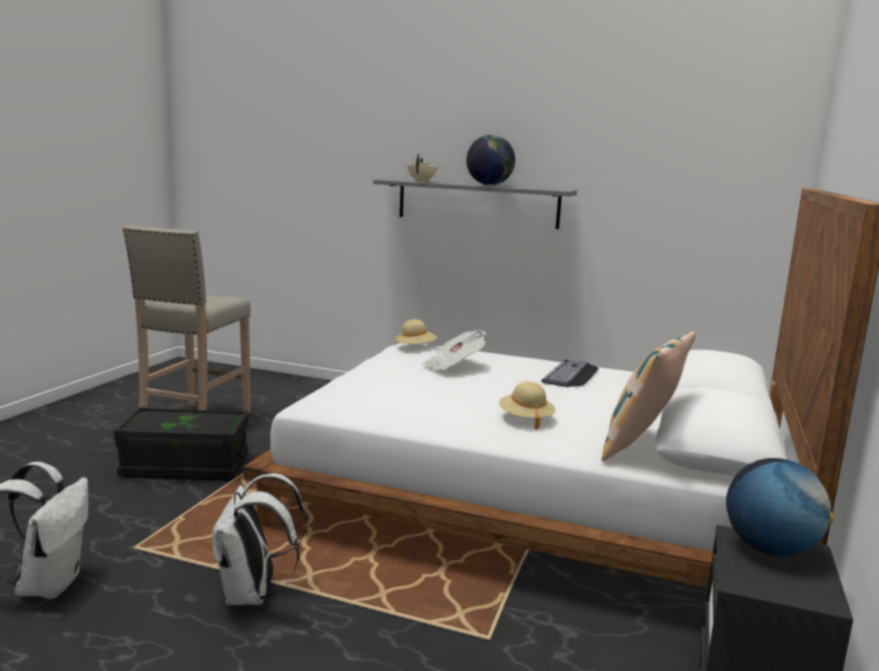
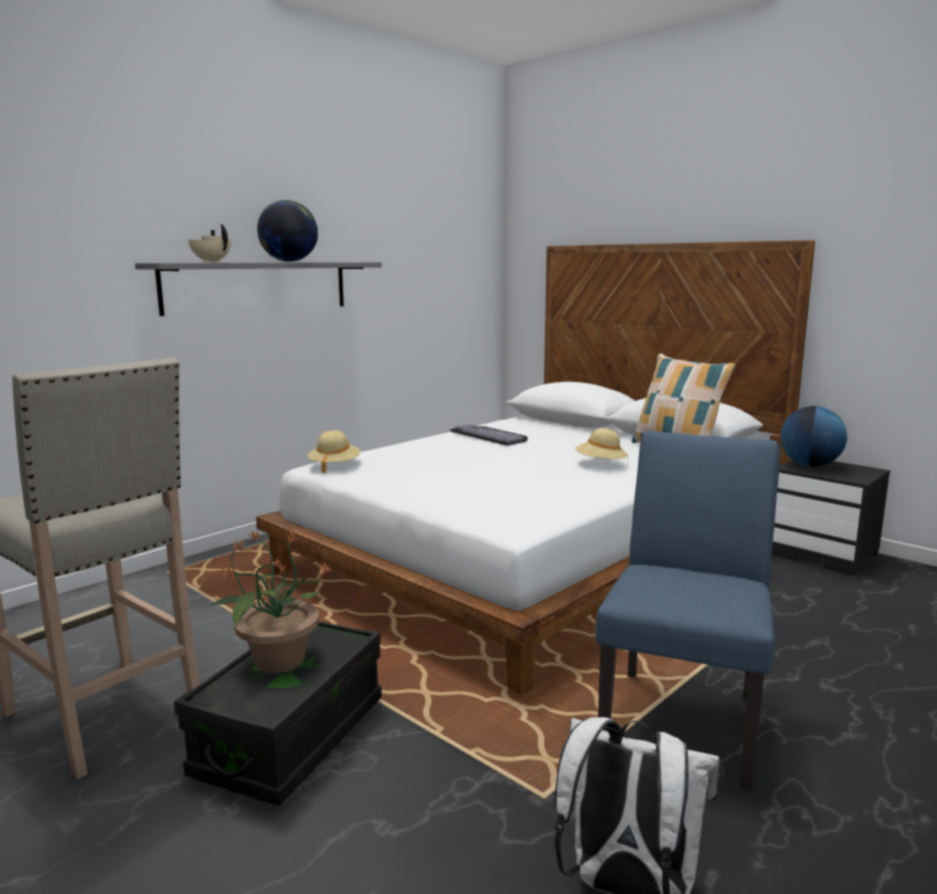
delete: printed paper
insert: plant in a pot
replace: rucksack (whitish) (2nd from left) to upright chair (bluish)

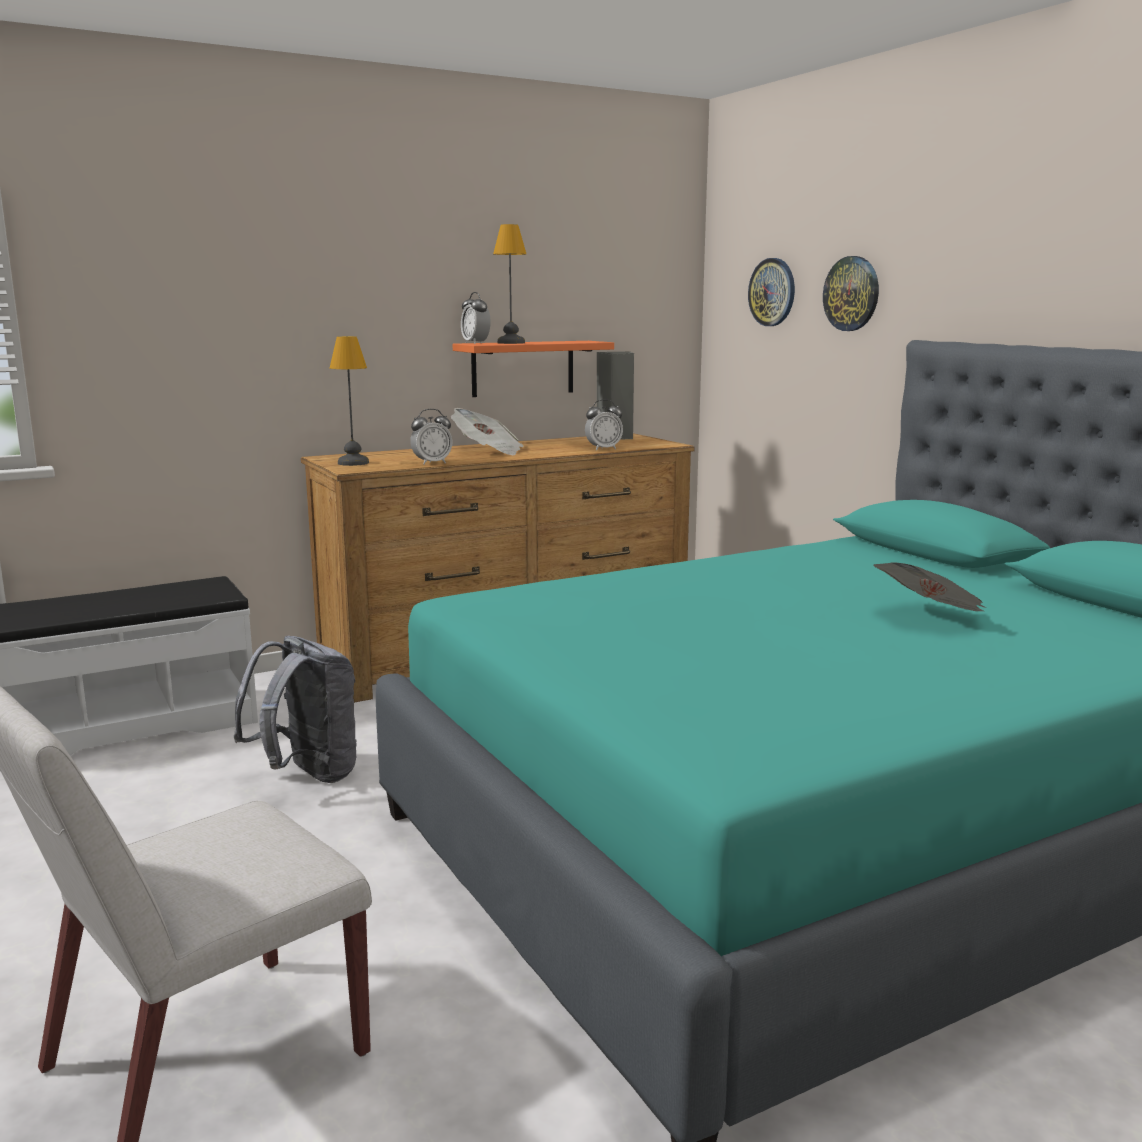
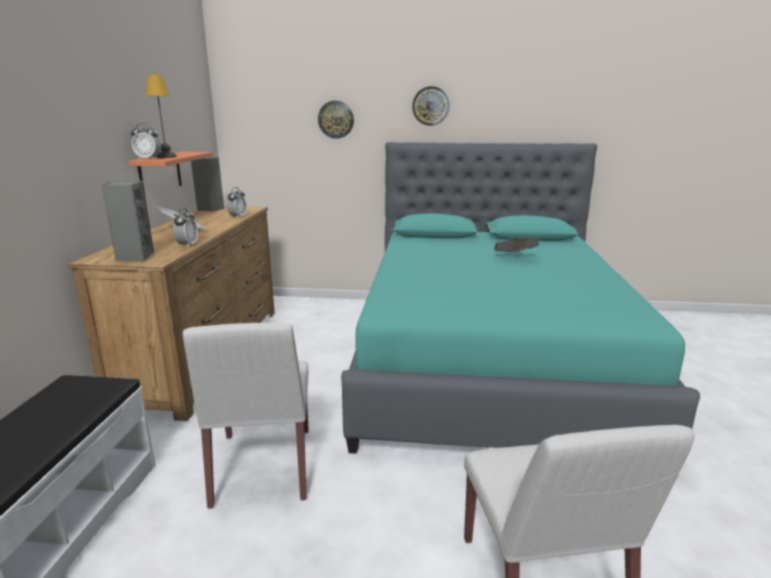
move: wall clock (1st from left in the first image) to wall clock (2nd from left)
replace: table lamp (1st from left) to loudspeaker (greyish) (1st from left); rucksack (greyish) to upright chair (whitish) (1st from left)

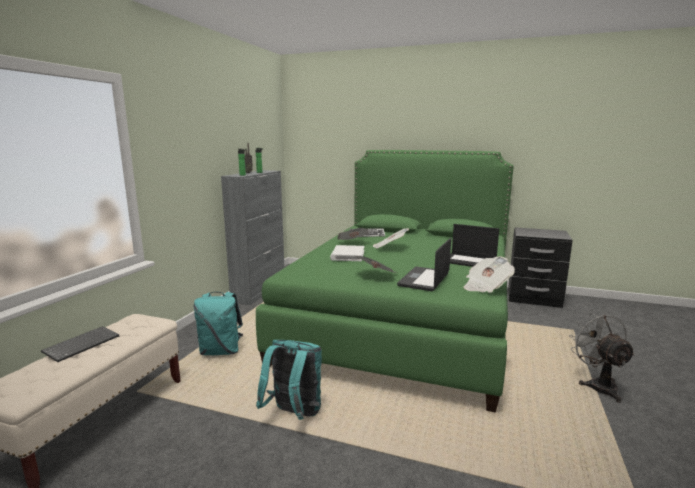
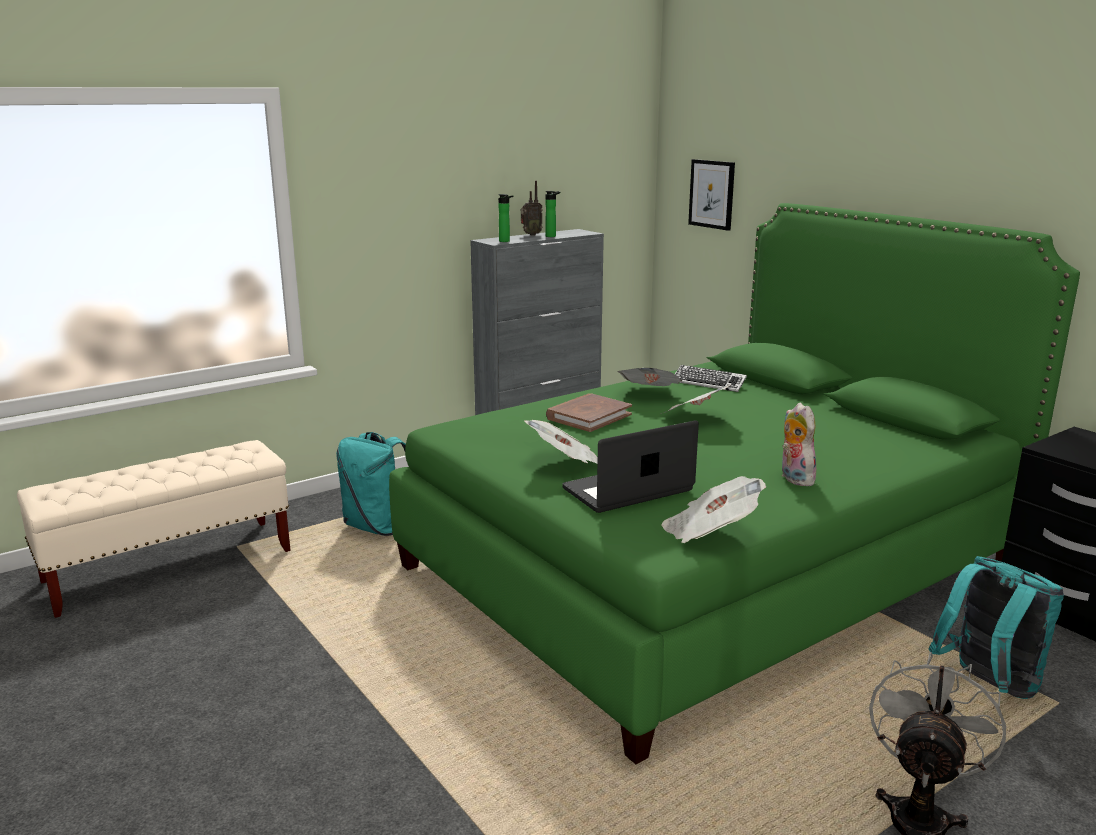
delete: PC keyboard (1st from left)
insert: wall art
move: rucksack (turquoise-coloured) (2nd from left)
replace: laptop (2nd from left) to plush toy
recolor: volume (whitish) to volume (brownish)

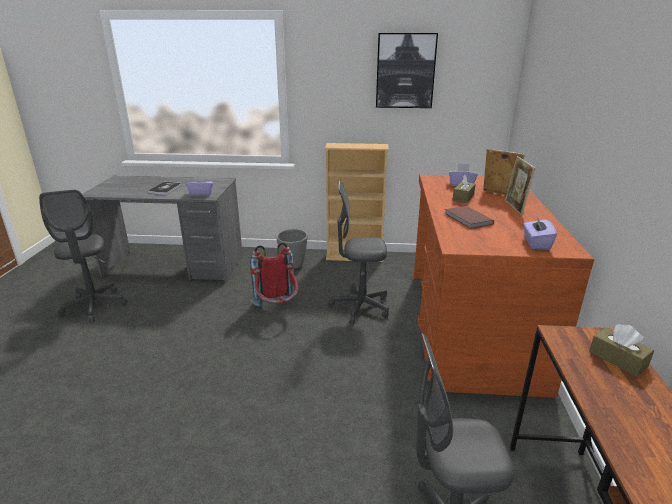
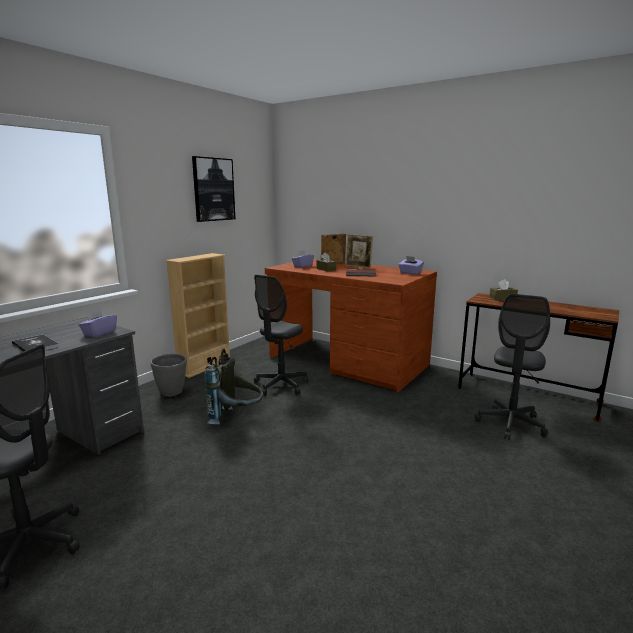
recolor: rucksack (red) to rucksack (greyish)

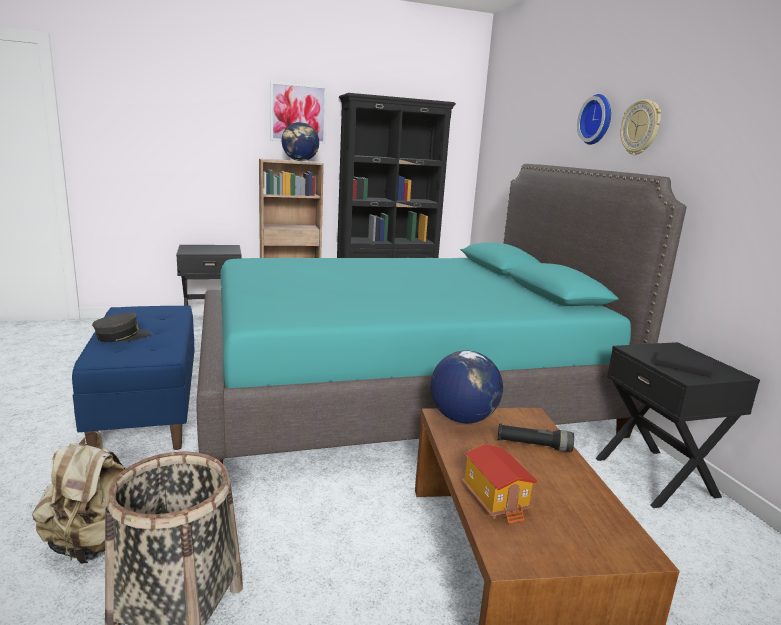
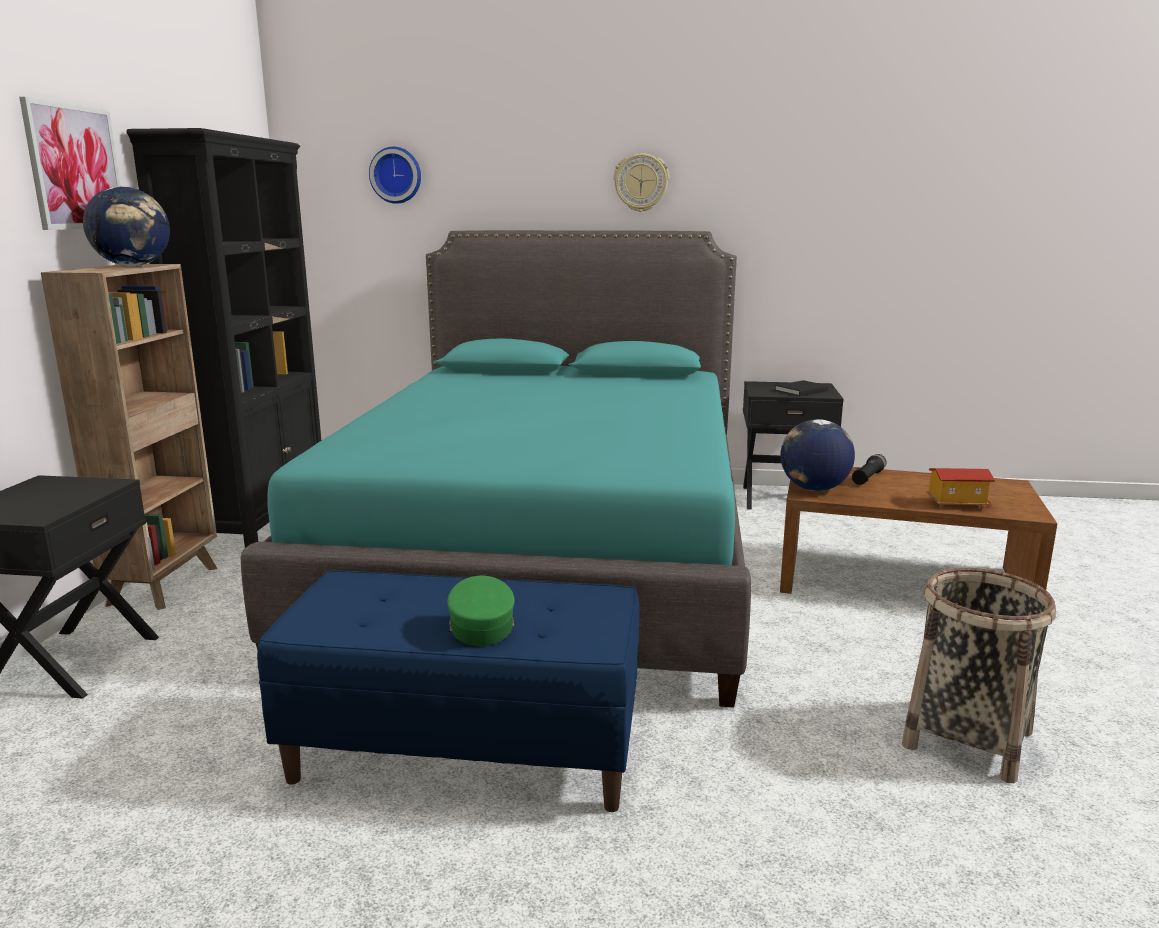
delete: rucksack (beige-coloured)
move: wall clock (1st from left)
recolor: baseball cap (greyish) to baseball cap (green)

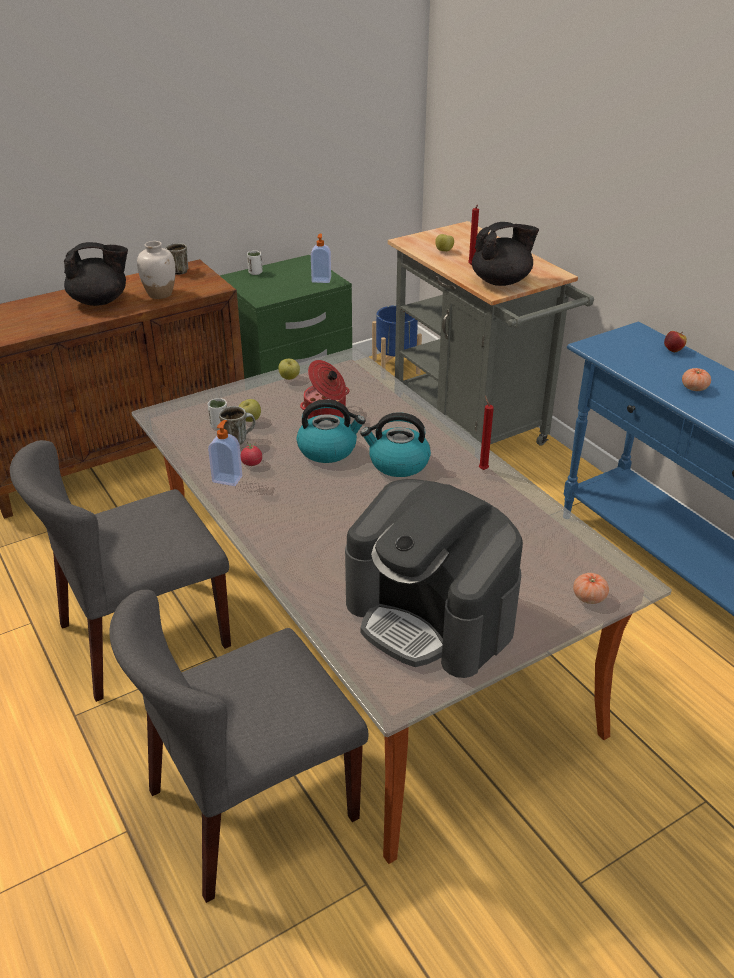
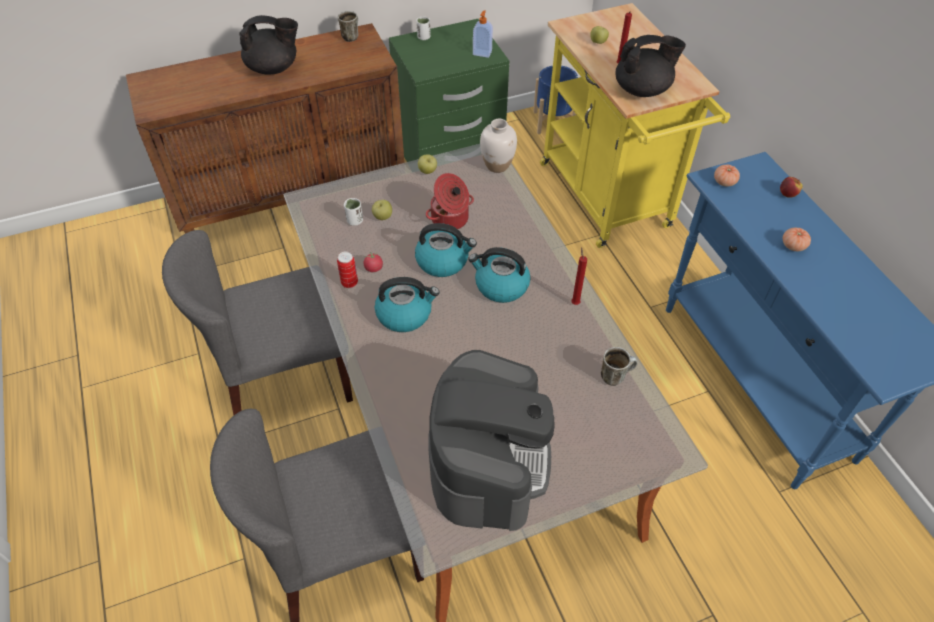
insert: tea kettle (1st from left)
move: vase (whitish); mug (2nd from left); whole tomato (2nd from left)
replace: soap dispenser (1st from left) to metal can
recolor: cart (greyish) to cart (yellow)
rotate: coffee maker 135 degrees counterclockwise

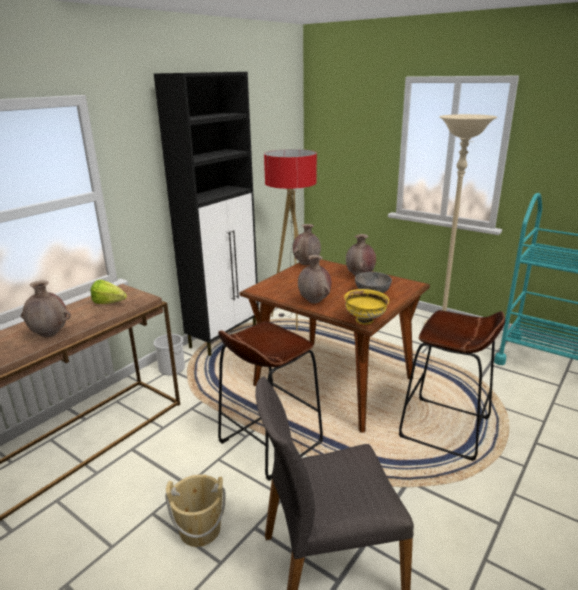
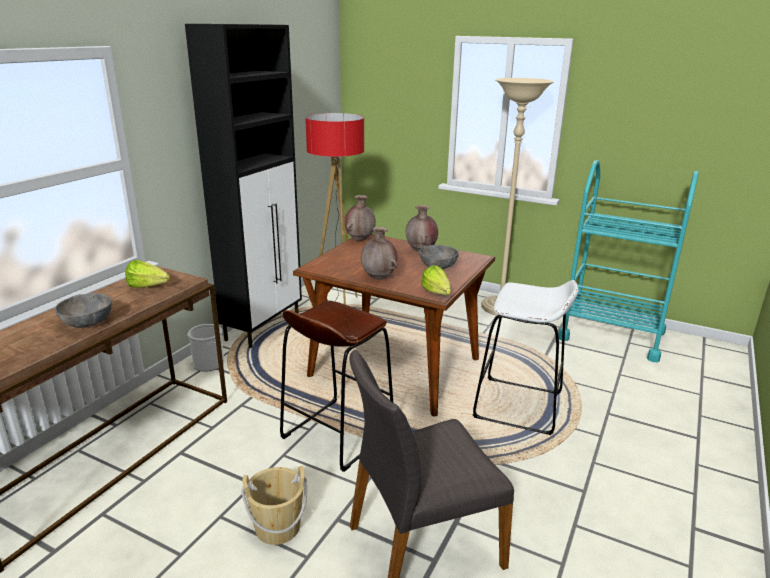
replace: vase (brownish) (1st from left) to serving bowl (greyish) (1st from left); serving bowl (yellow) to lettuce head (2nd from left)
recolor: sitting stool (brownish) (2nd from left) to sitting stool (whitish)

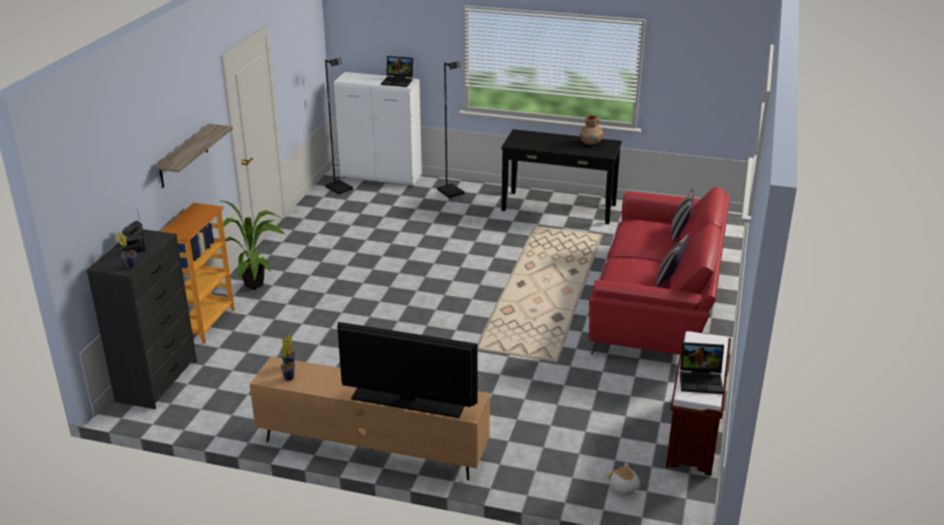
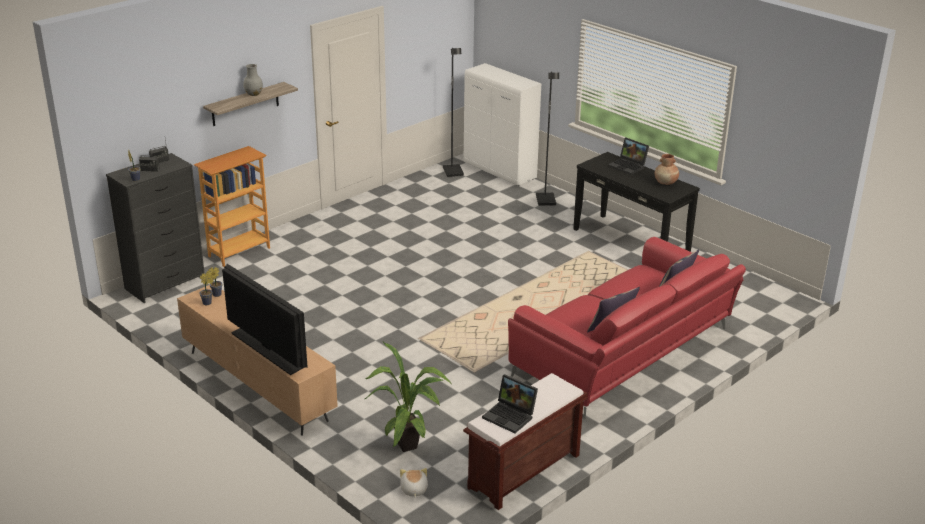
insert: vase (greyish)
move: plant in a pot (2nd from left in the first image) to plant in a pot (4th from left); laptop (1st from left in the first image) to laptop (2nd from left)

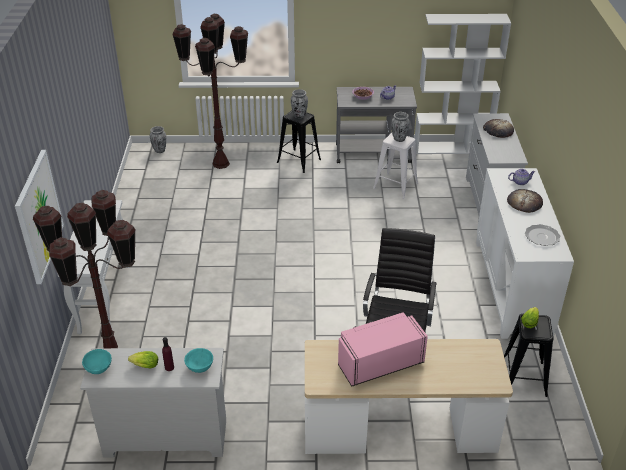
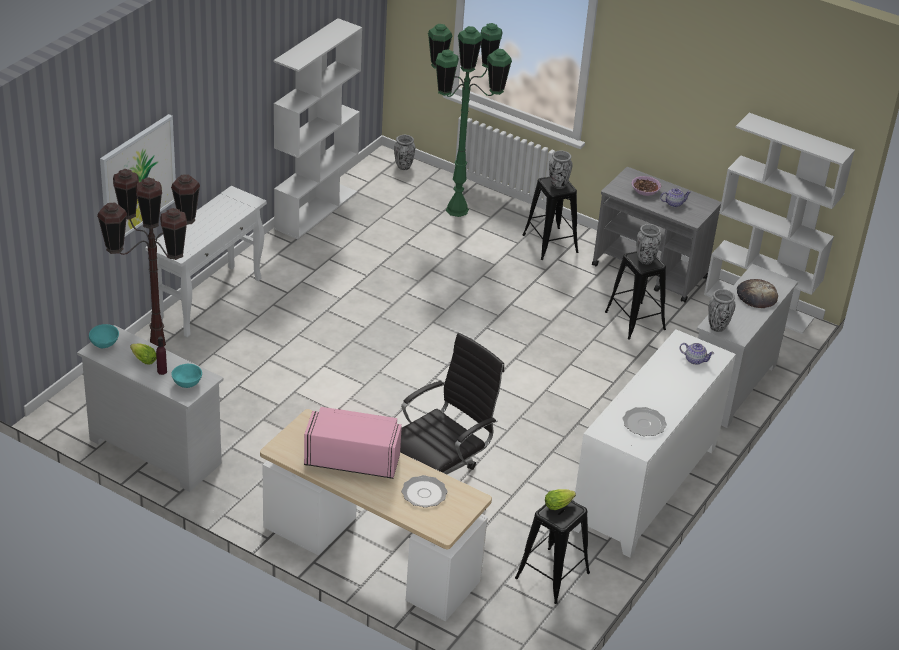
delete: bakery bread (2nd from left)
insert: shelving unit (whitish) (1st from left); plate (1st from left); vase (4th from left)
recolor: floor lamp (brownish) (2nd from left) to floor lamp (green); sitting stool (whitish) to sitting stool (black-coloured) (3rd from left)

